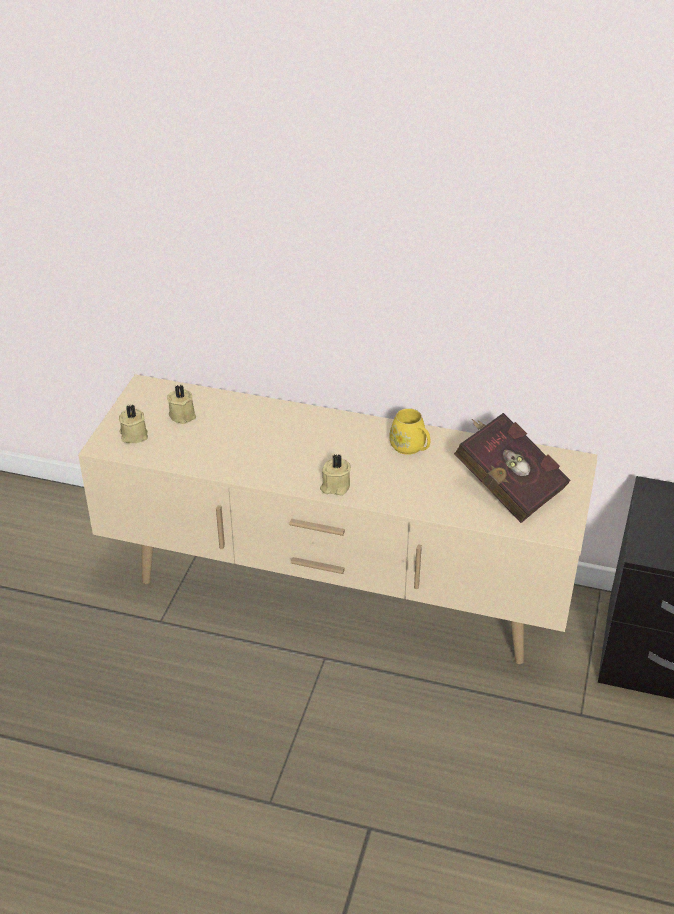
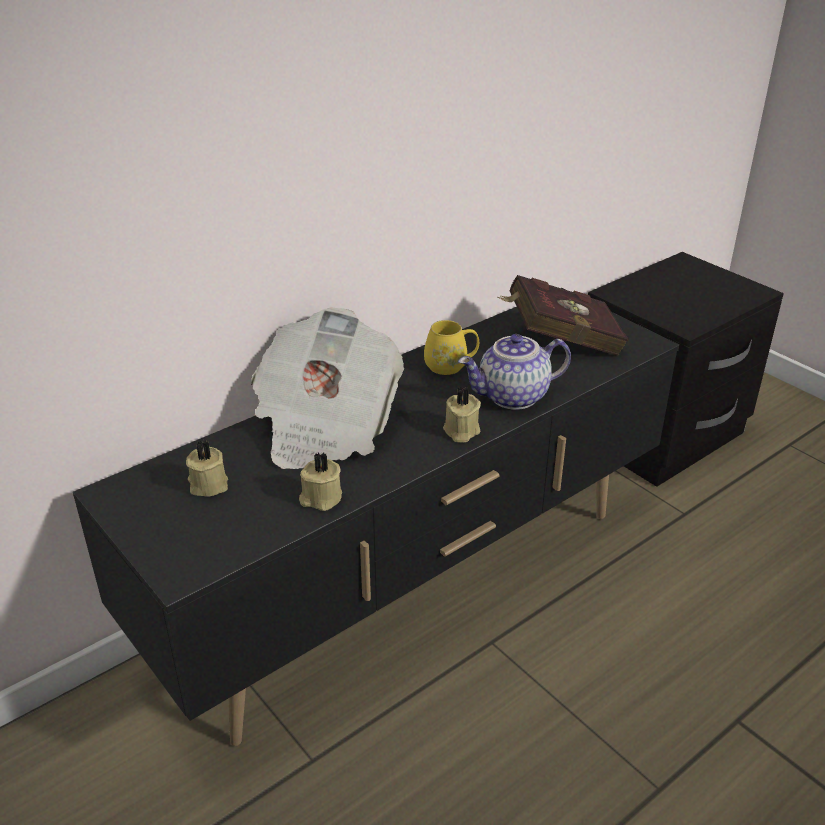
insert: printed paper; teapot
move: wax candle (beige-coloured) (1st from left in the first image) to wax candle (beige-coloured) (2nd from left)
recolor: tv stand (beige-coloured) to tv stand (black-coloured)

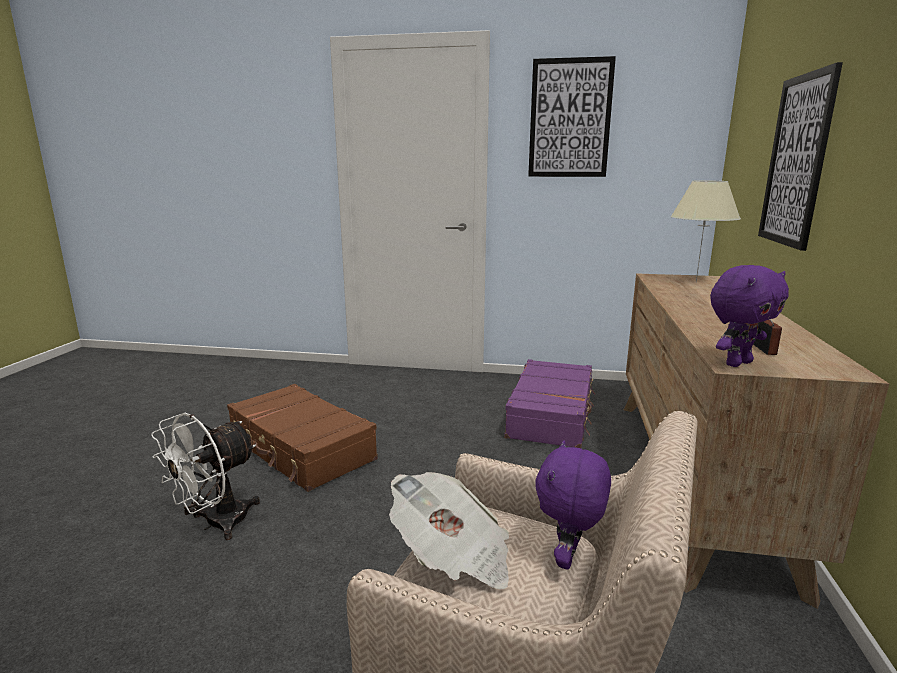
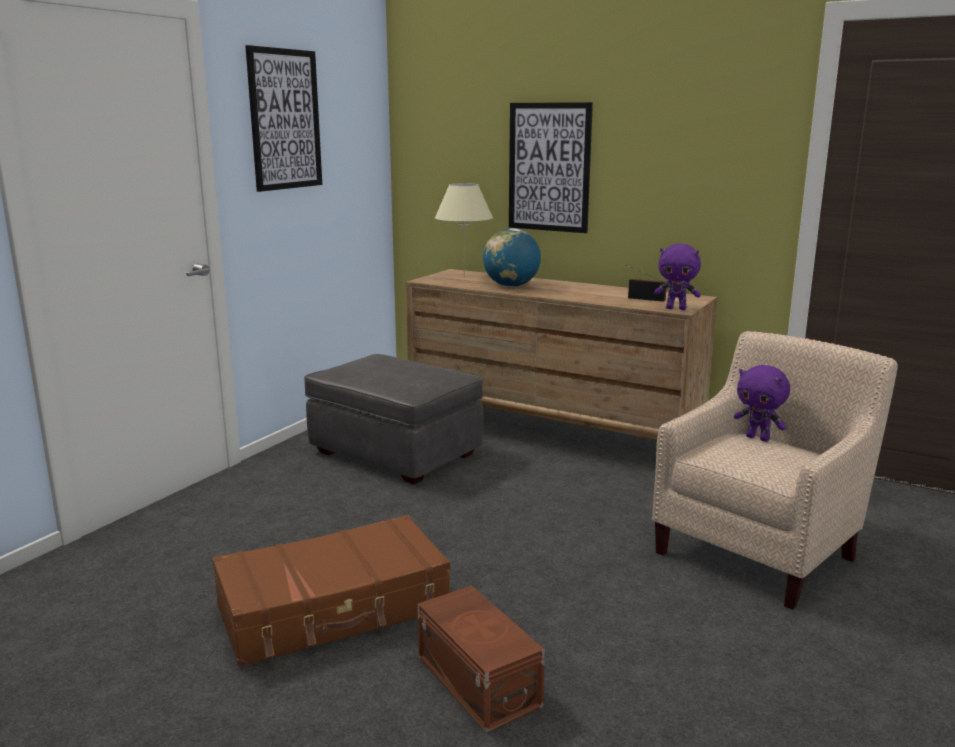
delete: printed paper
insert: globe
replace: travel case (purple-coloured) to pouffe (greyish); fan (whitish) to storage box (brownish)
rotate: plush toy (purple-coloured) (2nd from left in the first image) 120 degrees clockwise

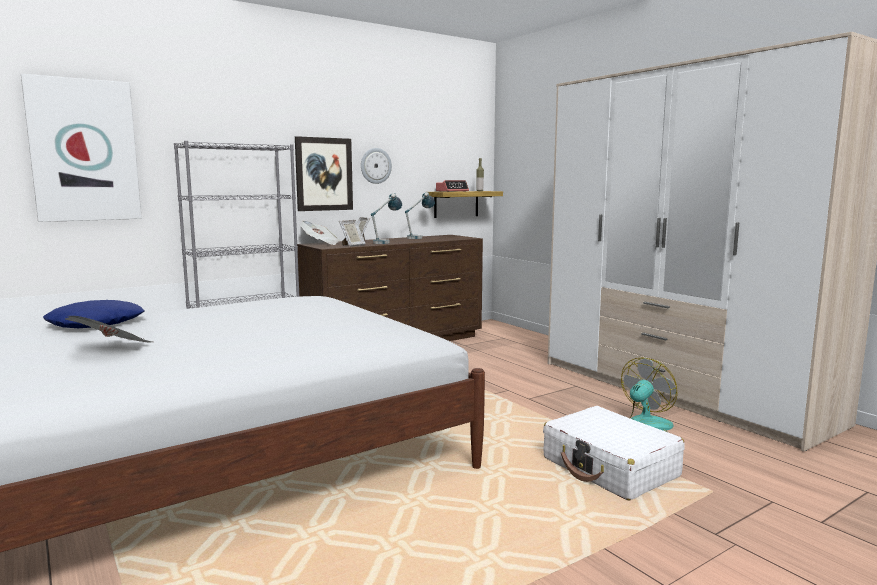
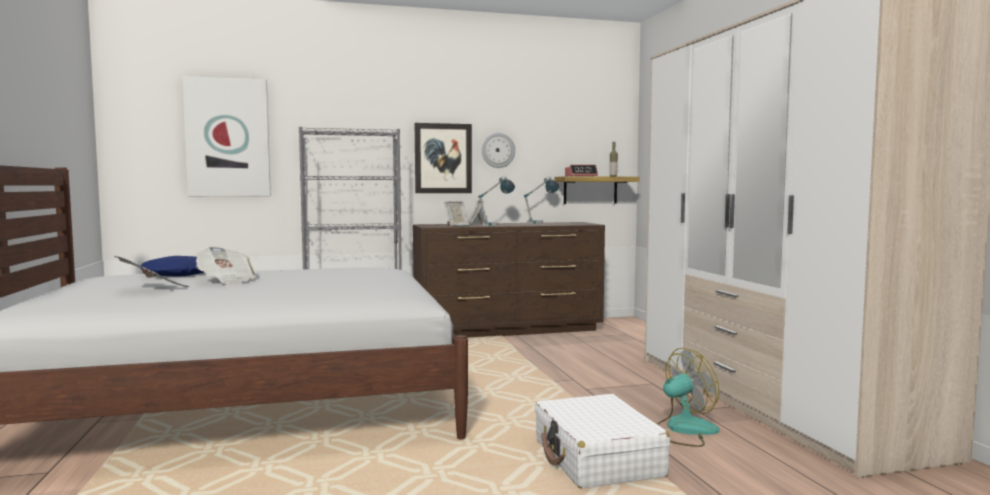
move: printed paper (2nd from left)

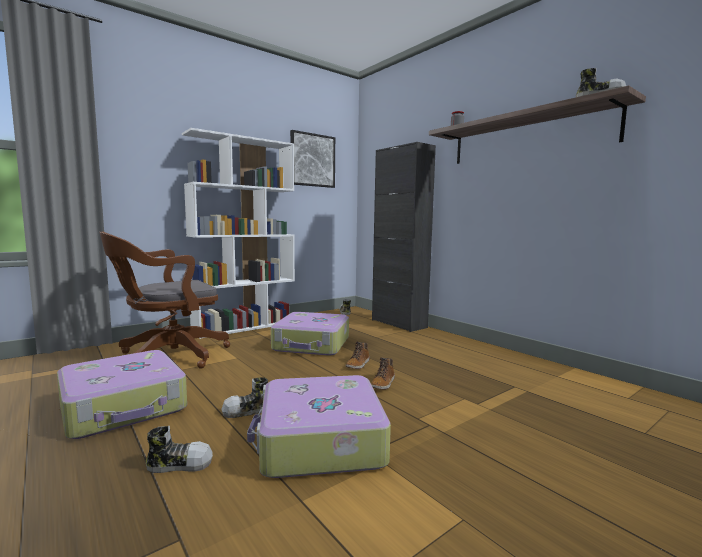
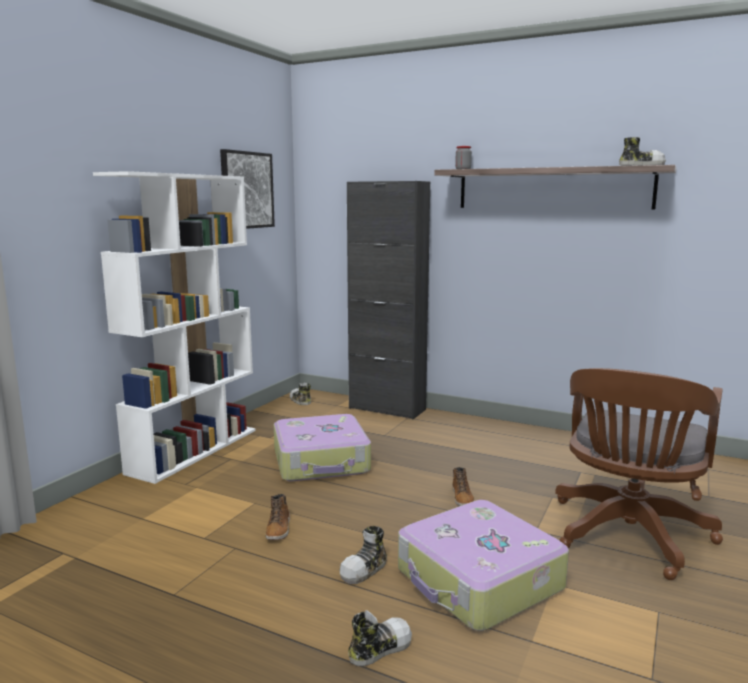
delete: travel case (1st from left)
move: tall boot (1st from left); computer chair (brownish)

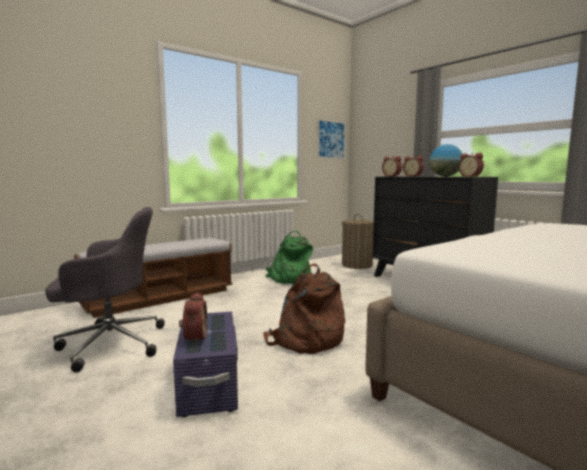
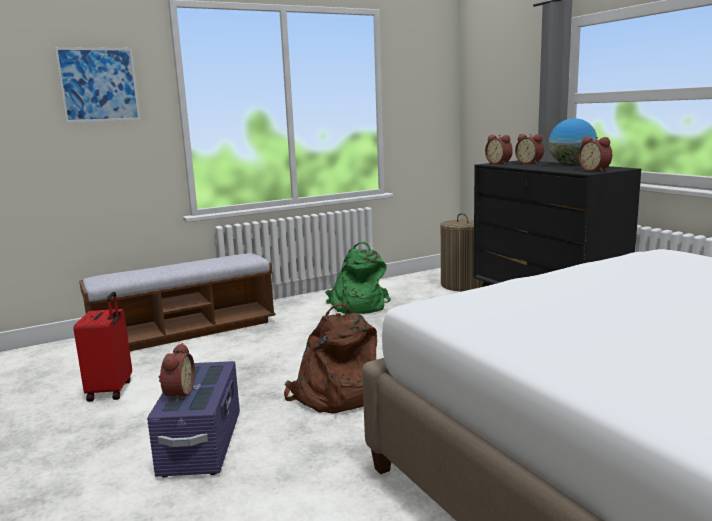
move: wall art
replace: computer chair (greyish) to travel case (red)

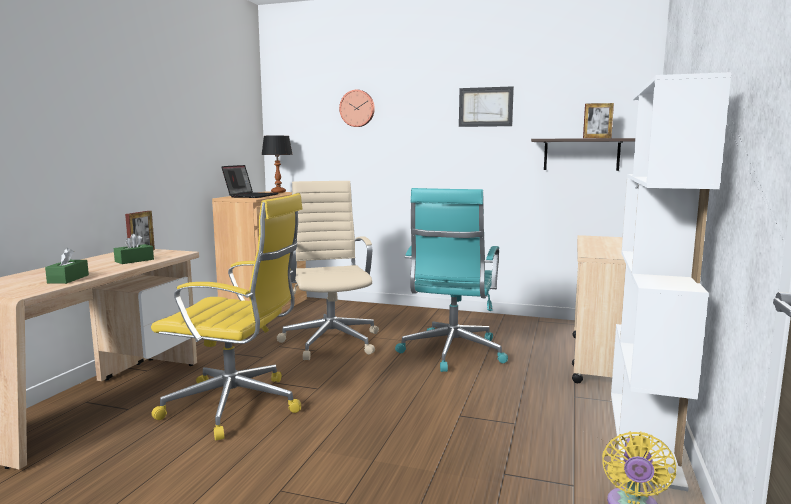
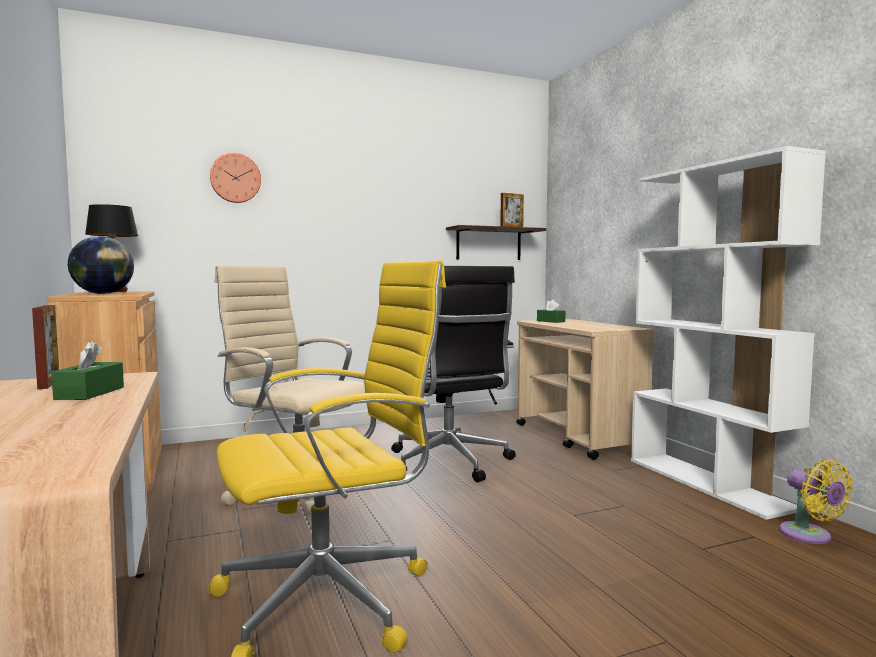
delete: wall art
move: tissue box (green) (1st from left in the first image) to tissue box (green) (2nd from left)
replace: laptop to globe
recolor: computer chair (turquoise-coloured) to computer chair (black-coloured)

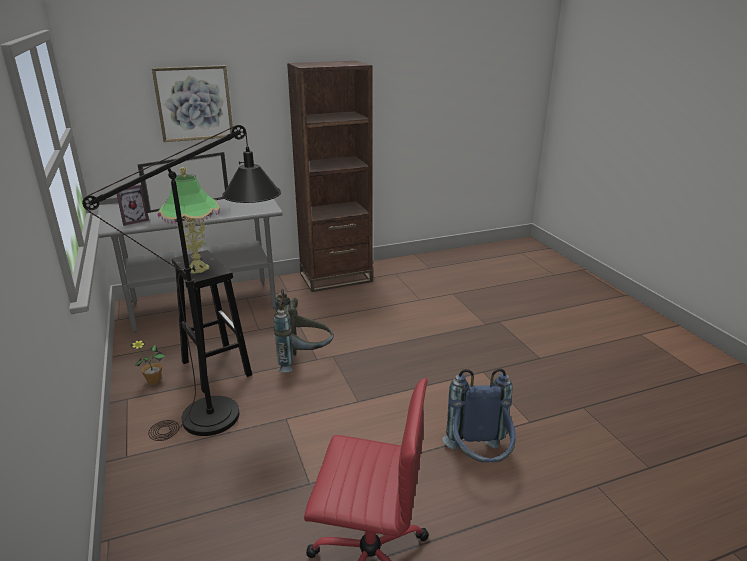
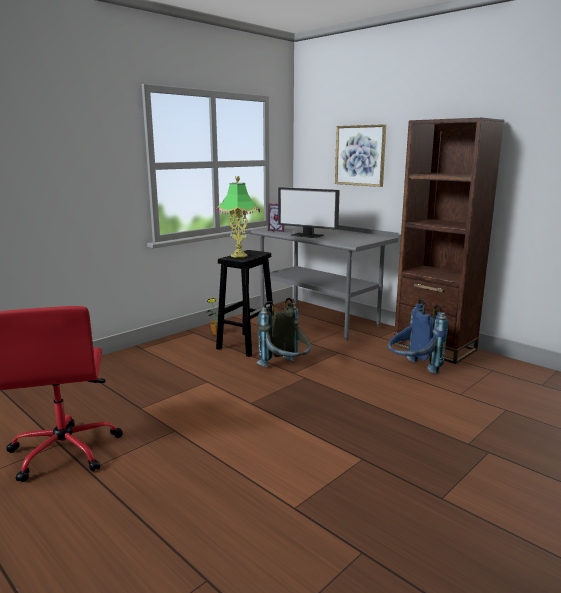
delete: floor lamp (black-coloured)
move: rucksack (bluish)

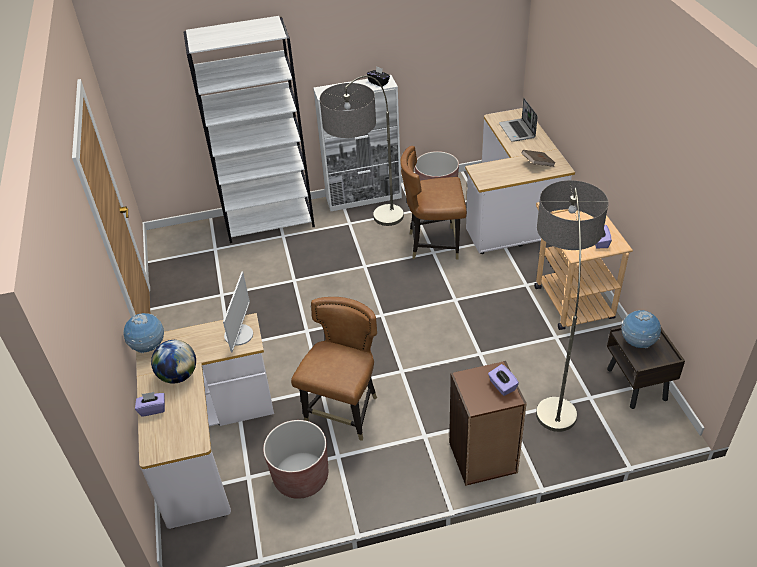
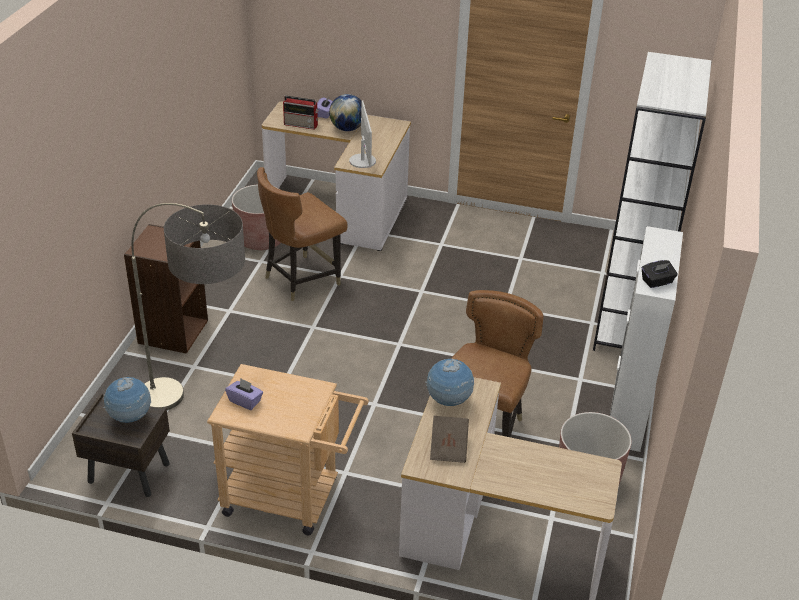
delete: floor lamp (1st from left); tissue box (purple-coloured) (2nd from left); laptop
insert: radio receiver
move: globe (1st from left in the first image) to globe (3rd from left)
rotate: upright chair (brownish) (1st from left) 90 degrees clockwise; computer screen 135 degrees counterclockwise

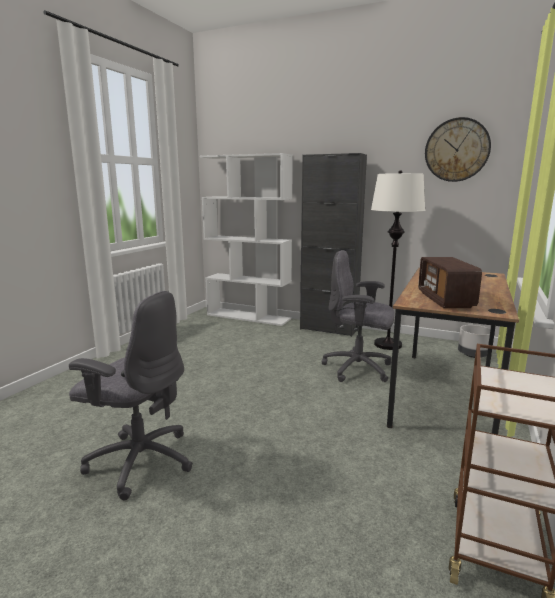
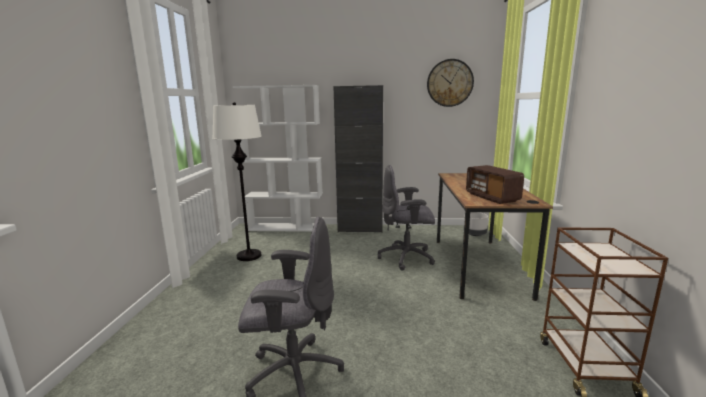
move: floor lamp (whitish)

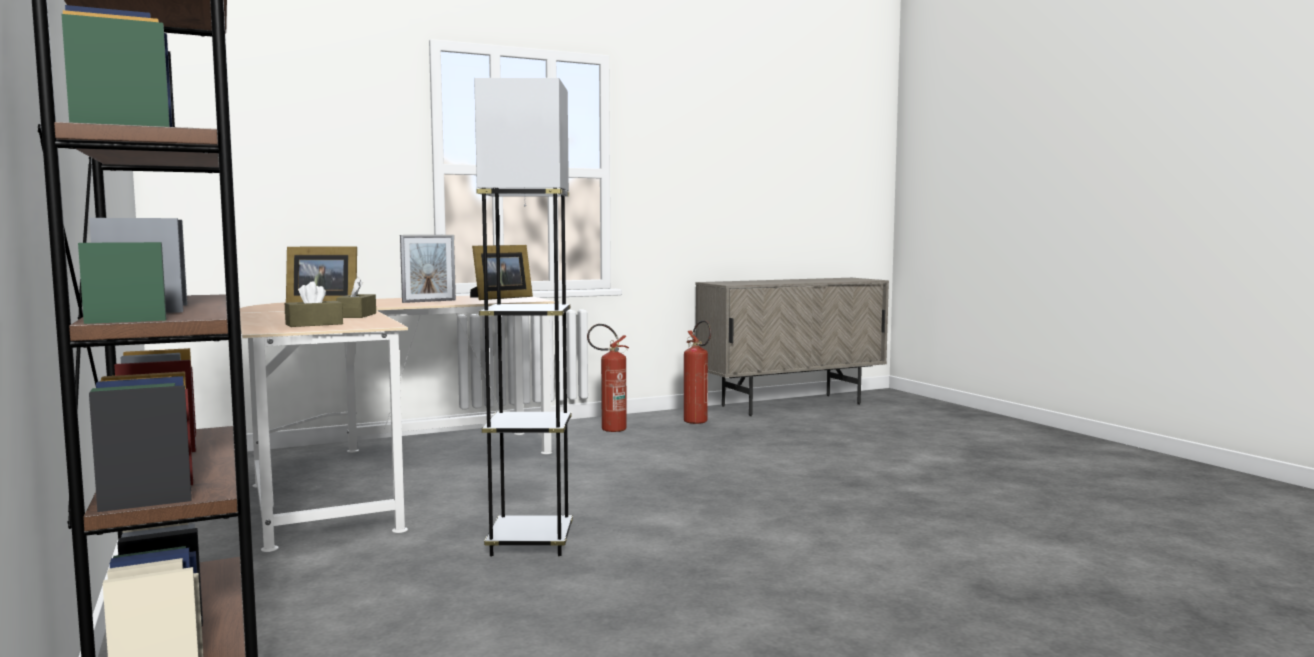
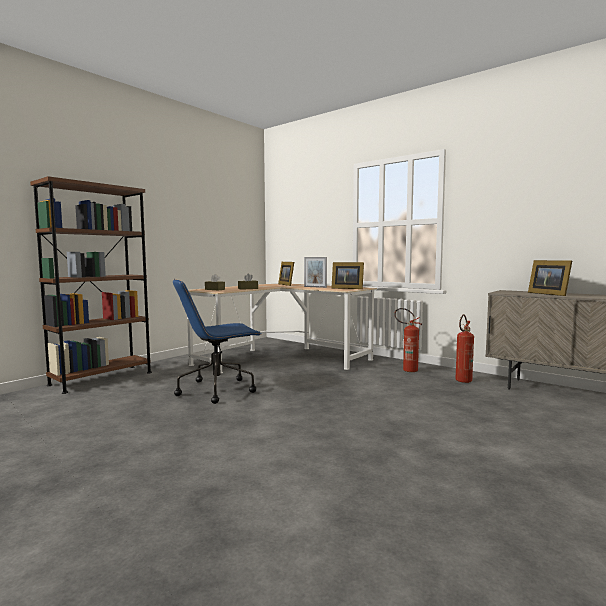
insert: photo frame (4th from left)
replace: floor lamp (greyish) to computer chair (bluish)

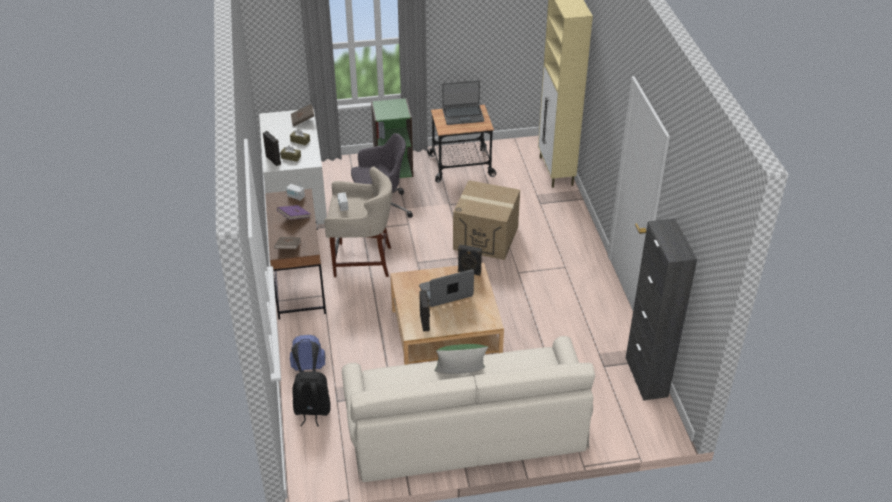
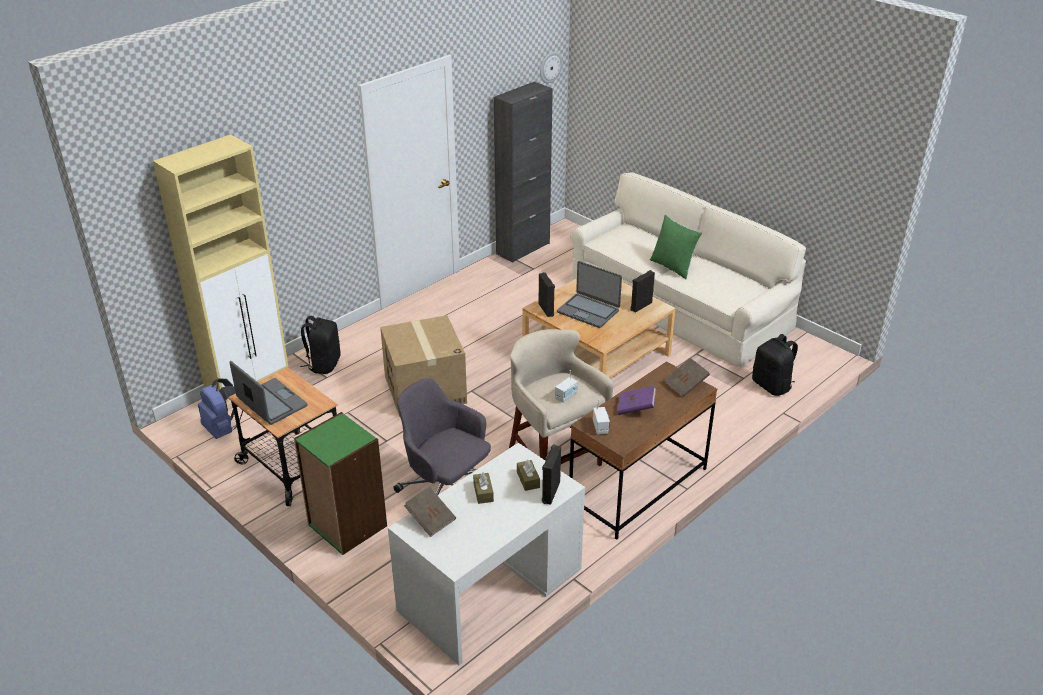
insert: rucksack (black-coloured) (1st from left); wall clock
move: rucksack (bluish)

